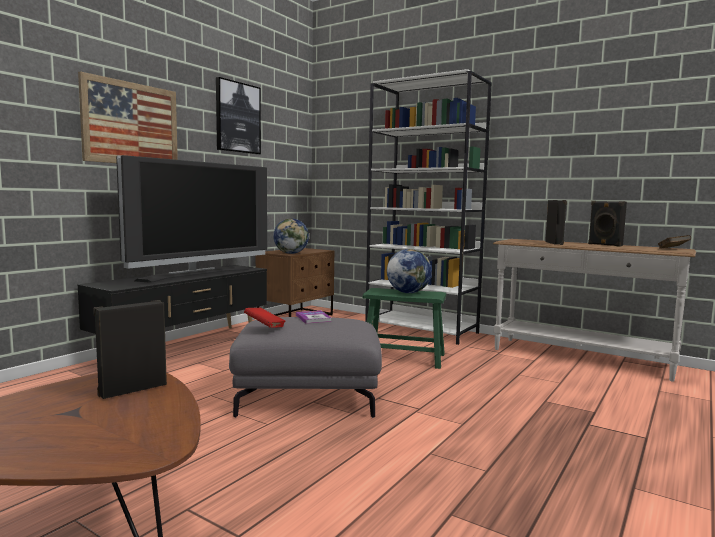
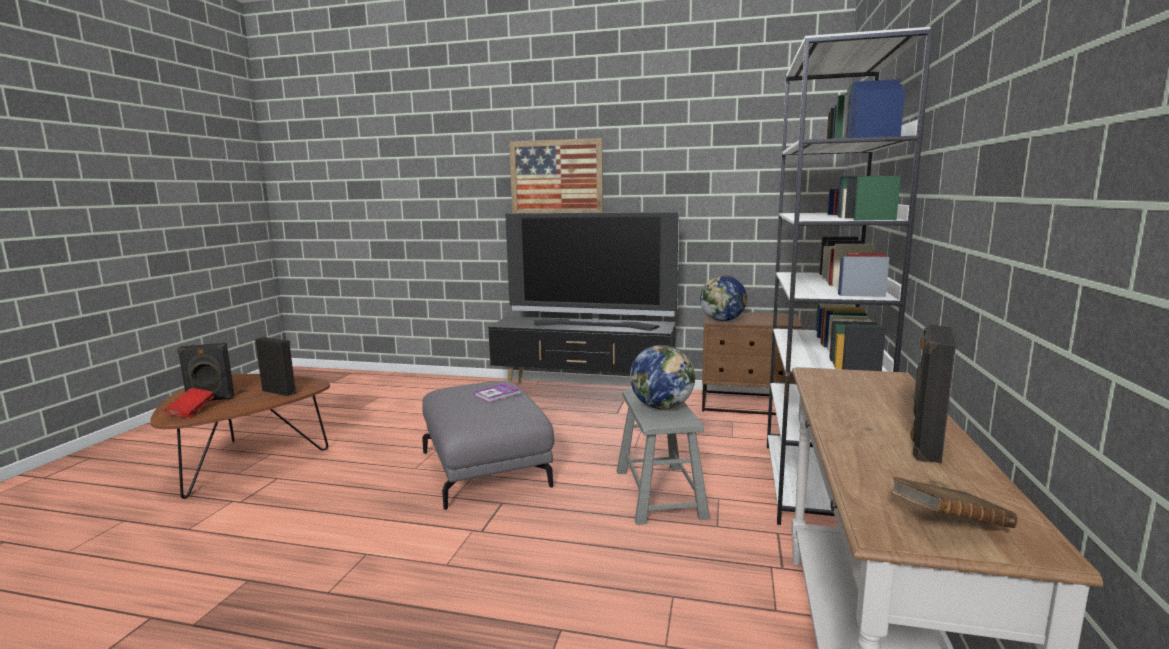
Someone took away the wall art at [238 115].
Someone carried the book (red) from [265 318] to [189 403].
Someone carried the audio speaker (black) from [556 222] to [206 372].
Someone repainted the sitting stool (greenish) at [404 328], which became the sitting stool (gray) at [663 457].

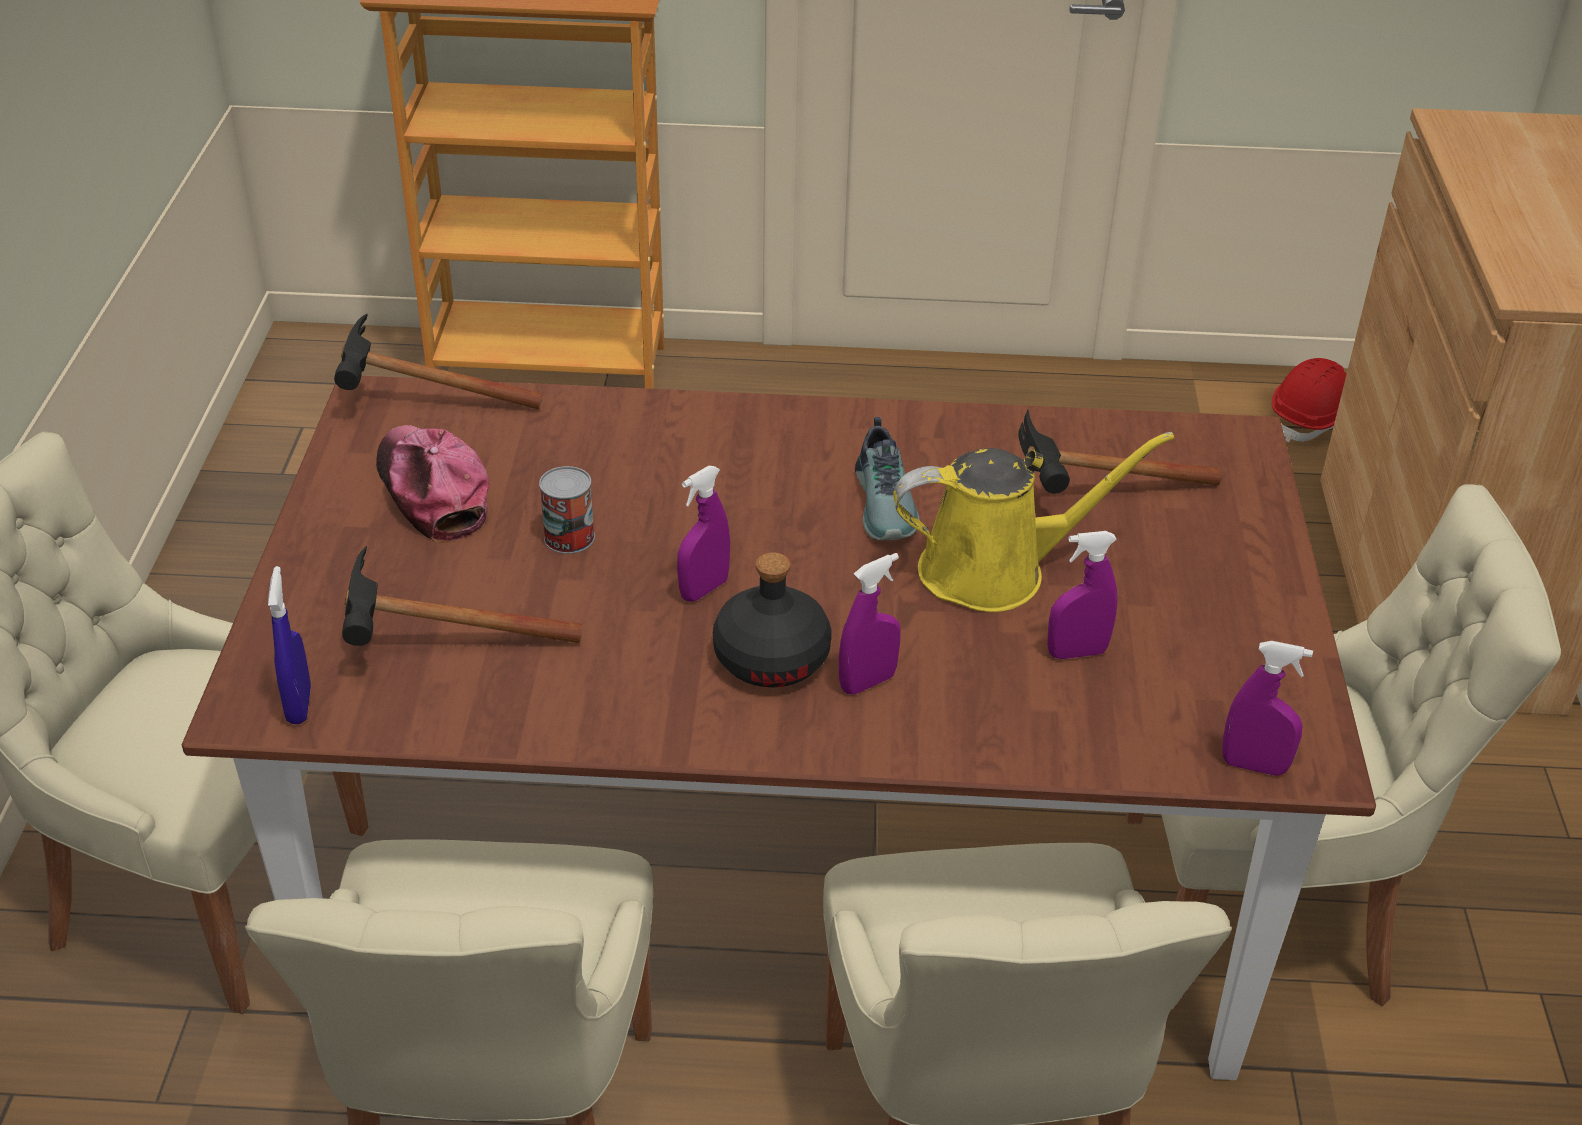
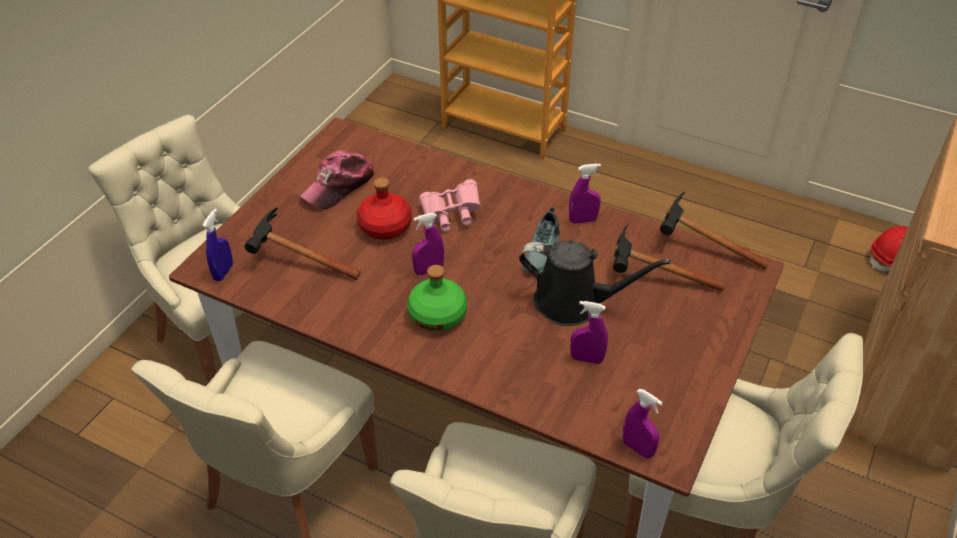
Someone put down the field glasses (pinkish) at [450 205].
Someone carried the hand hammer from [438 361] to [715 230].
Someone carried the sprayer (purple) from [870 623] to [585 193].
Someone swapped the can at [567 510] for the beverage bottle (red) at [384 208].
Someone repainted the beverage bottle (black) at [772 619], which became the beverage bottle (greenish) at [437 298].
Someone repainted the watering can (yellow) at [1034 522], which became the watering can (black) at [595 283].
Someone rotated the peaked cap at [432 484] by 135 degrees counterclockwise.

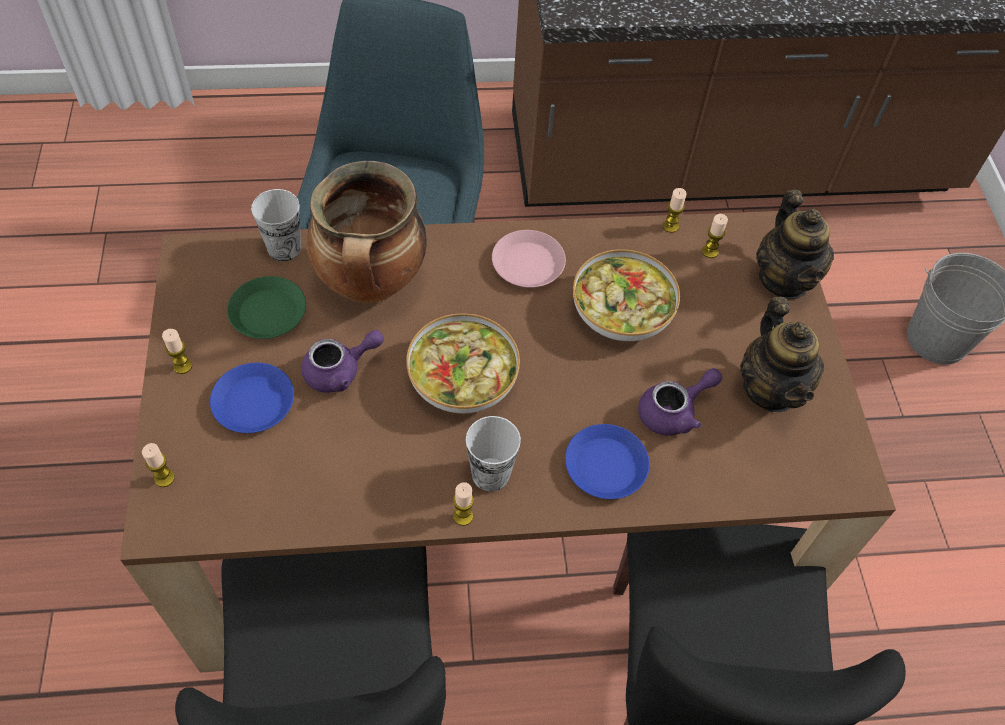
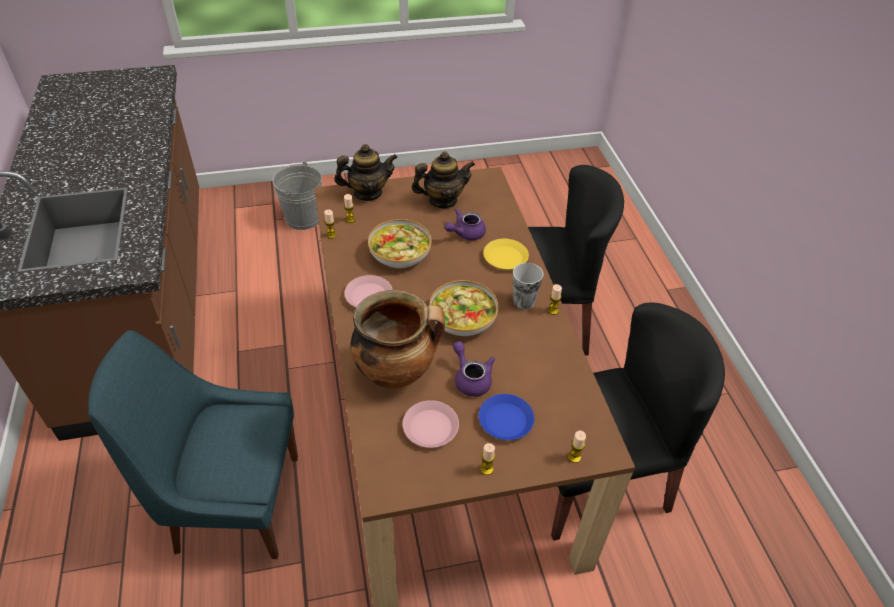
Someone took away the cup at [276 225].
Someone repainted the plate (greenish) at [266 307], which became the plate (pinkish) at [431 424].
Someone repainted the plate (bluish) at [607 461], which became the plate (yellow) at [506 254].
Someone rotated the teapot (purple) at [680 402] by 90 degrees counterclockwise.

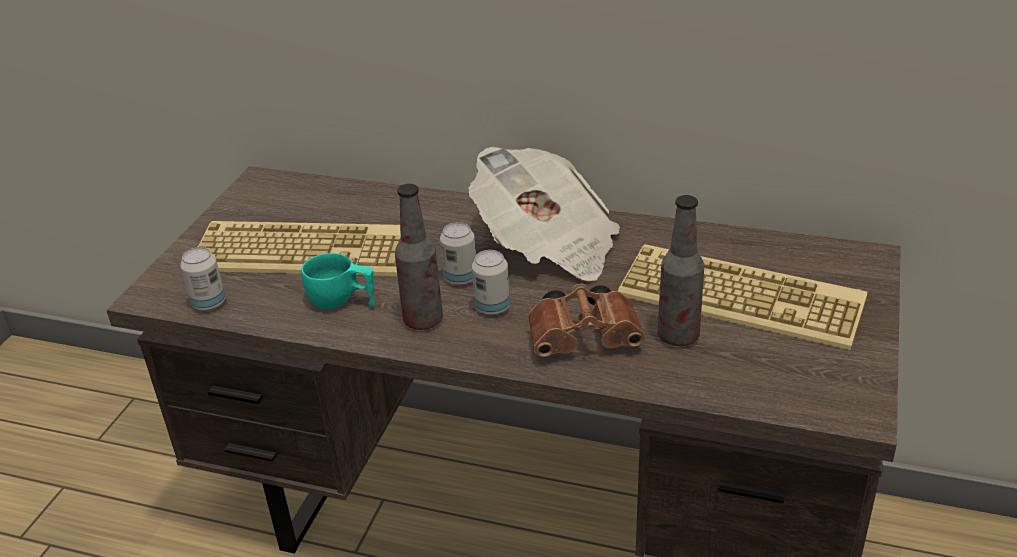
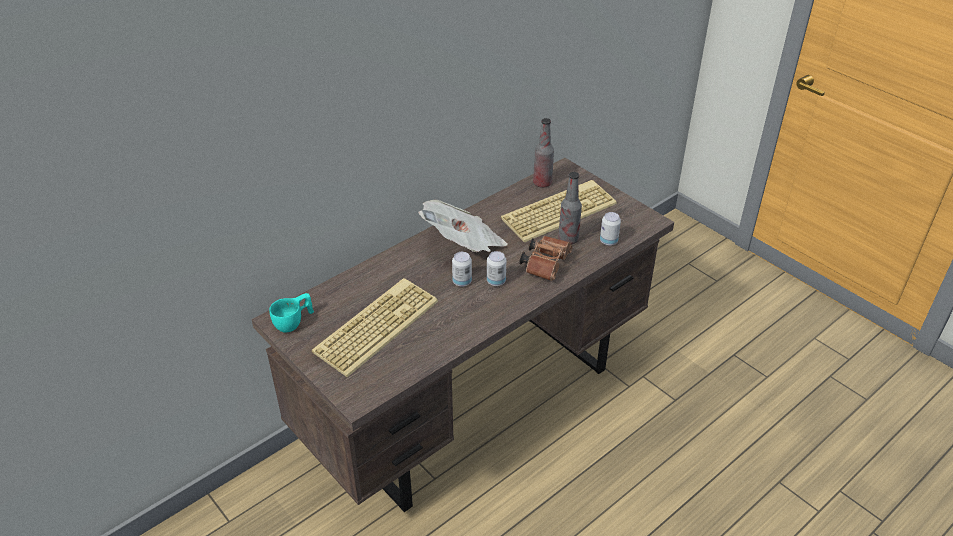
Someone carried the can from [202 279] to [610 229].
Someone carried the cup (turquoise-coloured) from [338 281] to [291 313].
Someone carried the beverage bottle from [419 257] to [543 153].

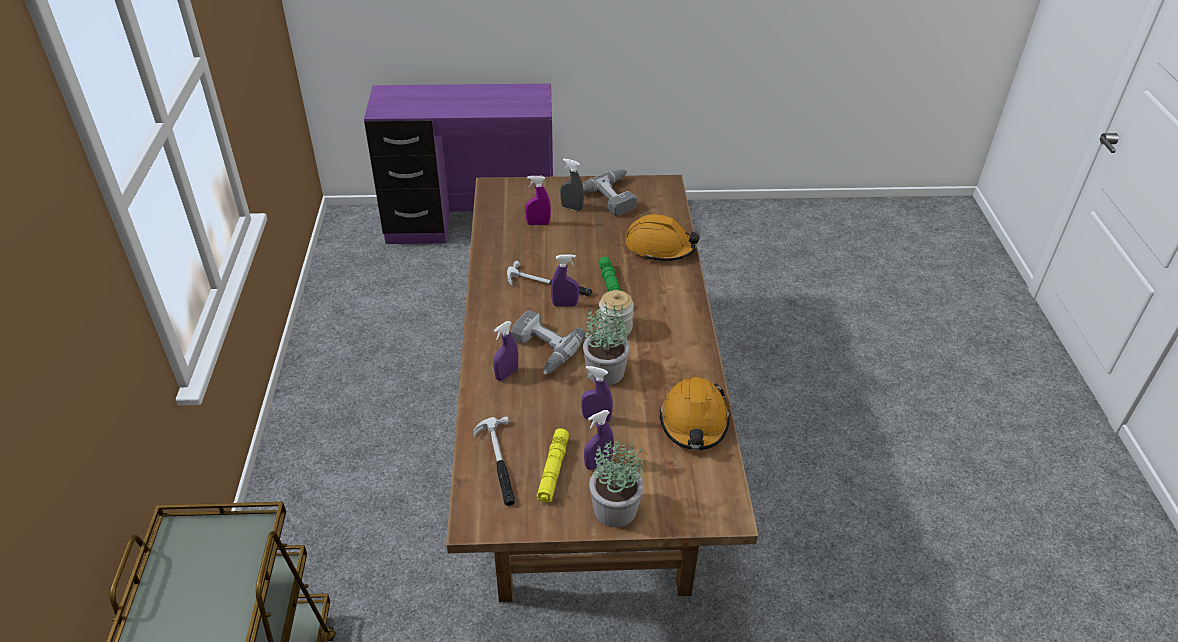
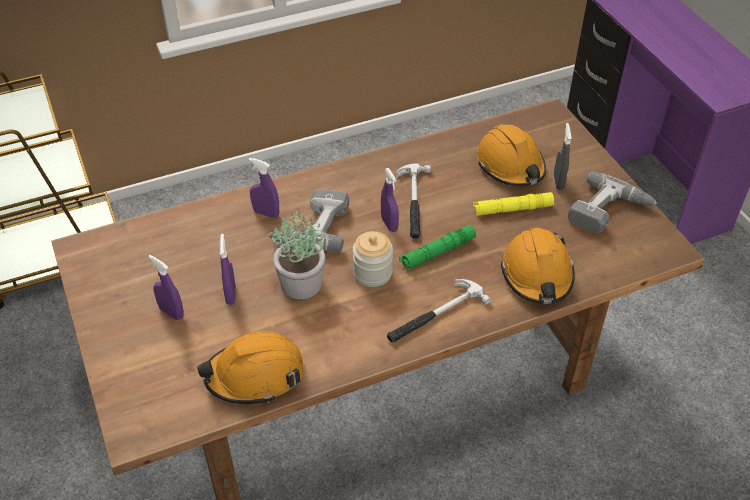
Someone took away the potted plant at [616 483].
Someone carried the hand hammer from [494 461] to [439 311].
Someone carried the hand torch (yellow) from [552 465] to [513 203].
Someone swapped the sprayer (purple) at [538 201] for the hard hat (orangey) at [511 155].

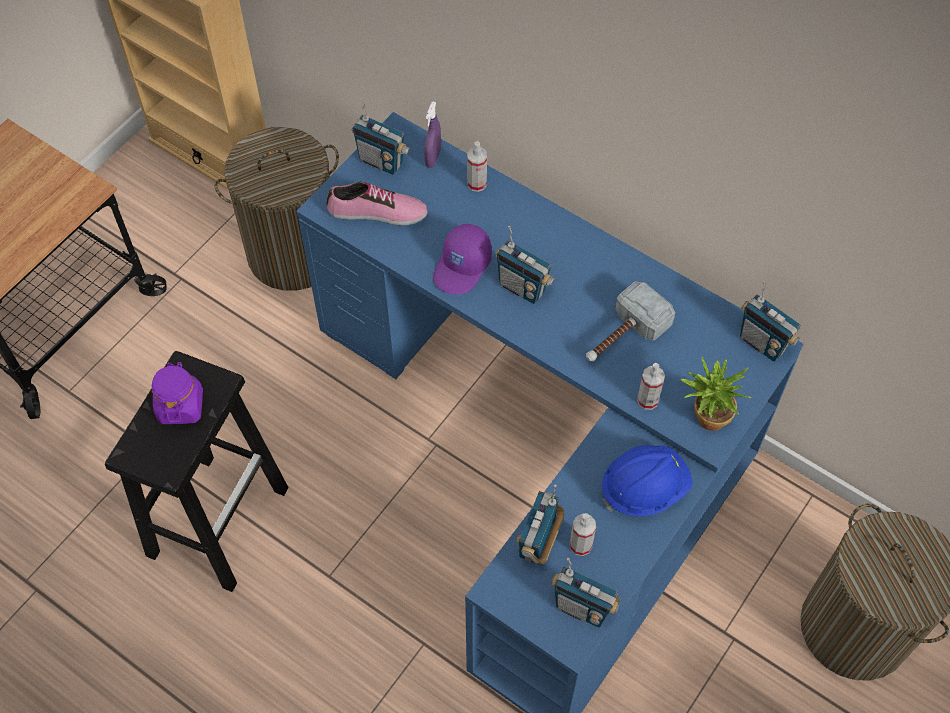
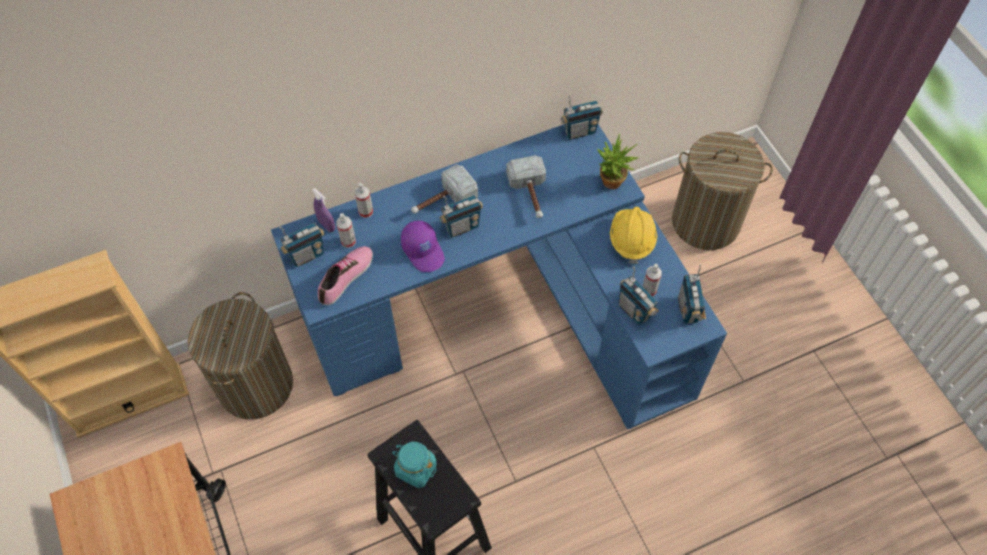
Someone put down the hand hammer at [444 189].
Someone carried the sprayer from [651 386] to [346 230].
Someone repainted the jar (purple) at [177 393], which became the jar (turquoise-coloured) at [414 465].
Someone repainted the hard hat (bluish) at [647 480], which became the hard hat (yellow) at [633 235].
Someone rotated the radio at [585 592] by 120 degrees clockwise.

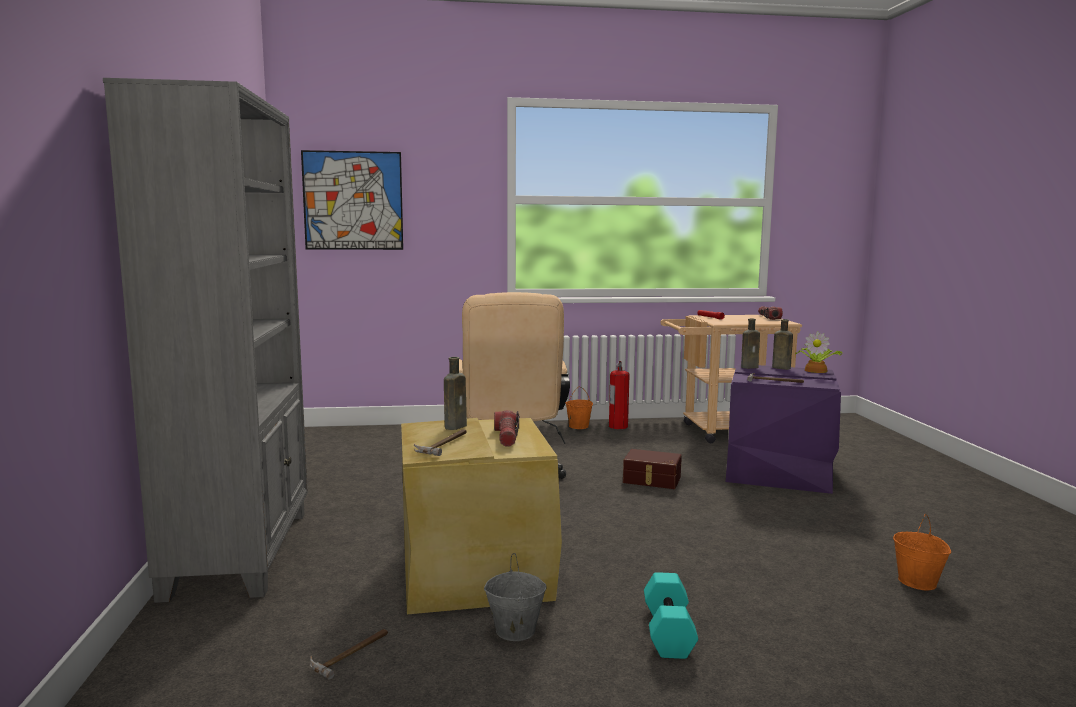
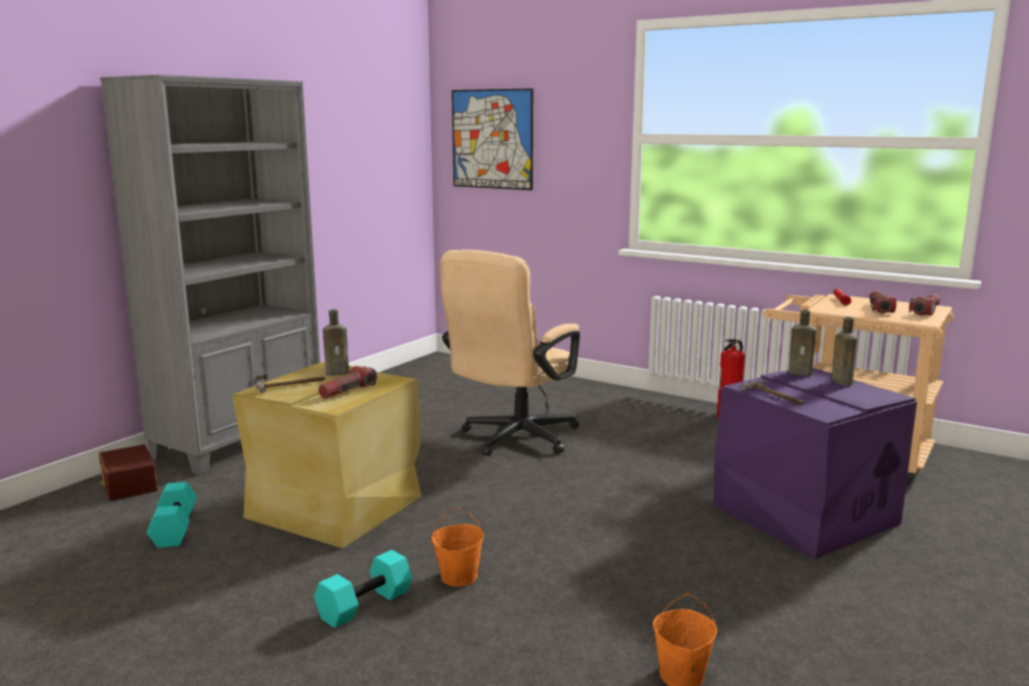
Someone took away the water bucket (gray) at [515 597].
Someone took away the potted plant at [819 352].
Someone put down the hand torch at [883 302].
Someone carried the water bucket (orangey) from [579 408] to [458 547].
Someone carried the storage container (brownish) from [652 469] to [128 472].
Someone swapped the hand hammer at [349 654] for the dumbbell (turquoise-coloured) at [172 515].

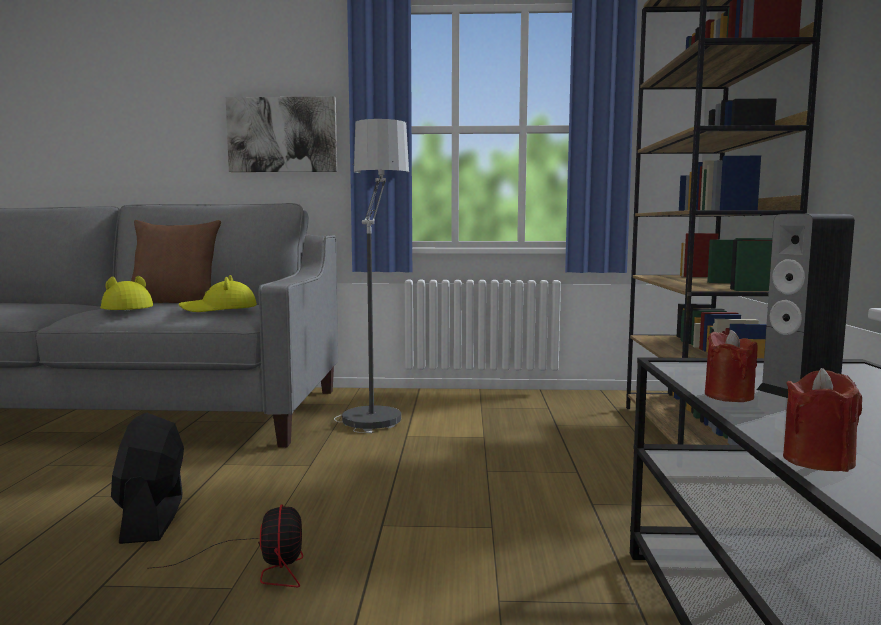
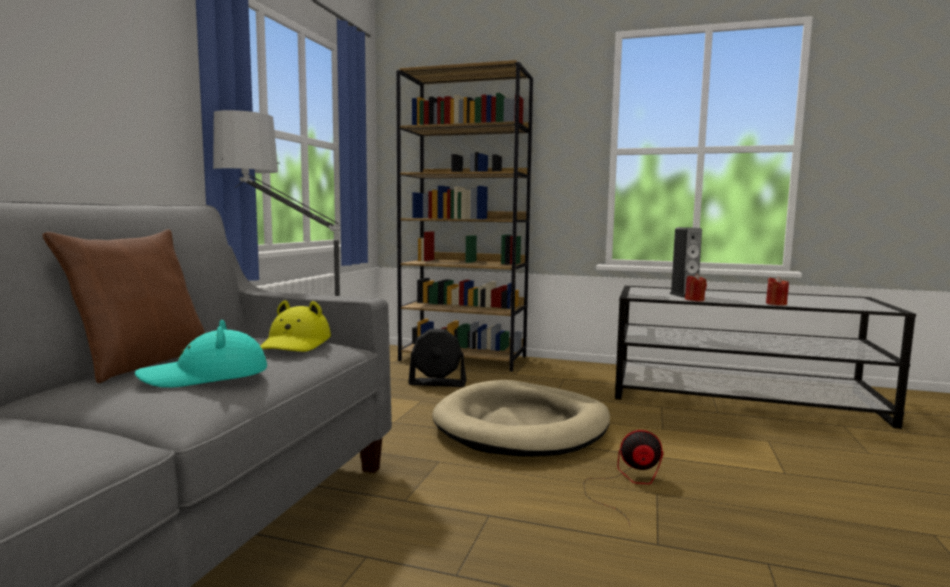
Someone took away the wall art at [281 134].
Someone put down the dog cushion (beige) at [521 418].
Someone carried the fan (black) from [147 478] to [437 358].
Someone repainted the hat (yellow) at [126 293], which became the hat (turquoise-coloured) at [201 354].

